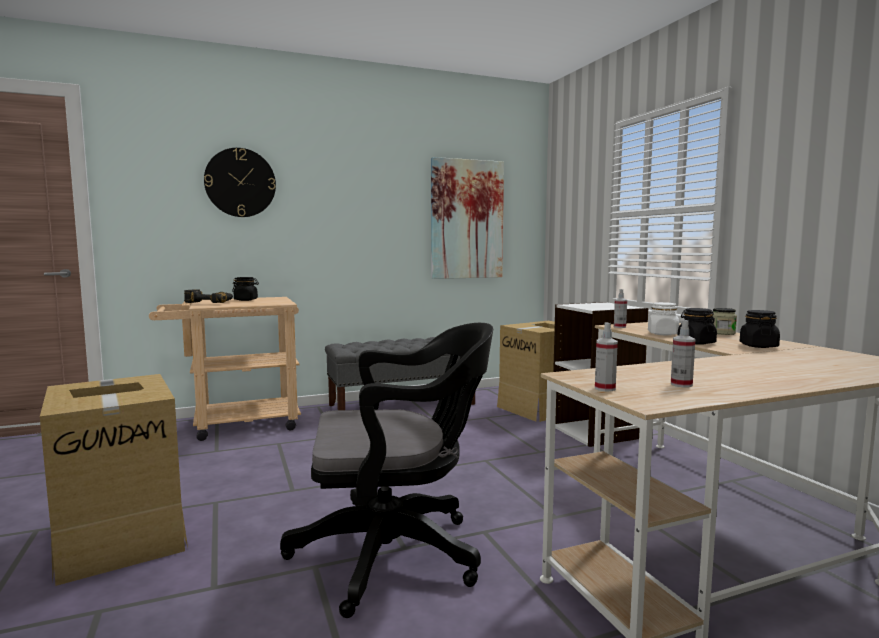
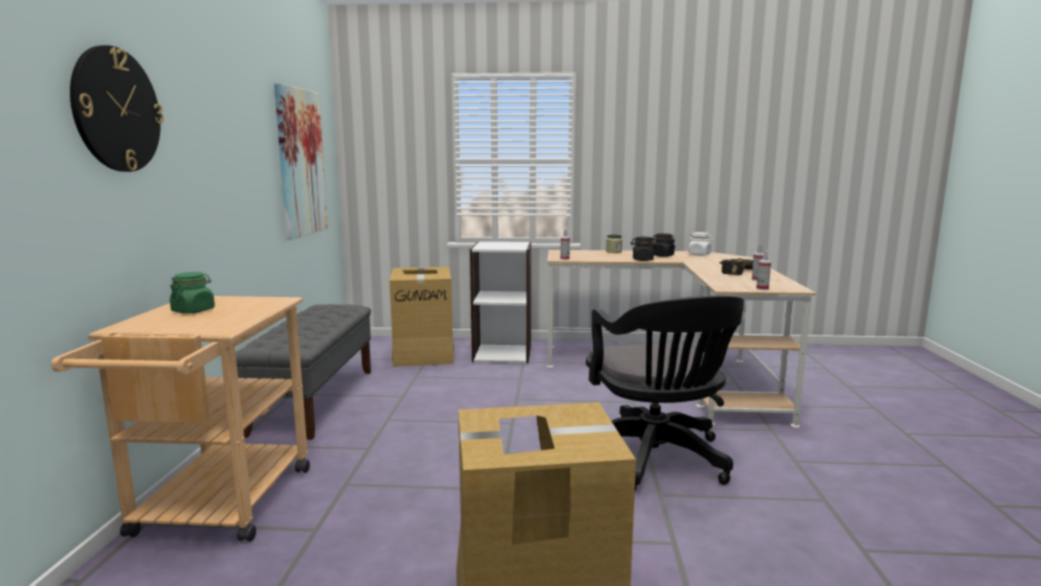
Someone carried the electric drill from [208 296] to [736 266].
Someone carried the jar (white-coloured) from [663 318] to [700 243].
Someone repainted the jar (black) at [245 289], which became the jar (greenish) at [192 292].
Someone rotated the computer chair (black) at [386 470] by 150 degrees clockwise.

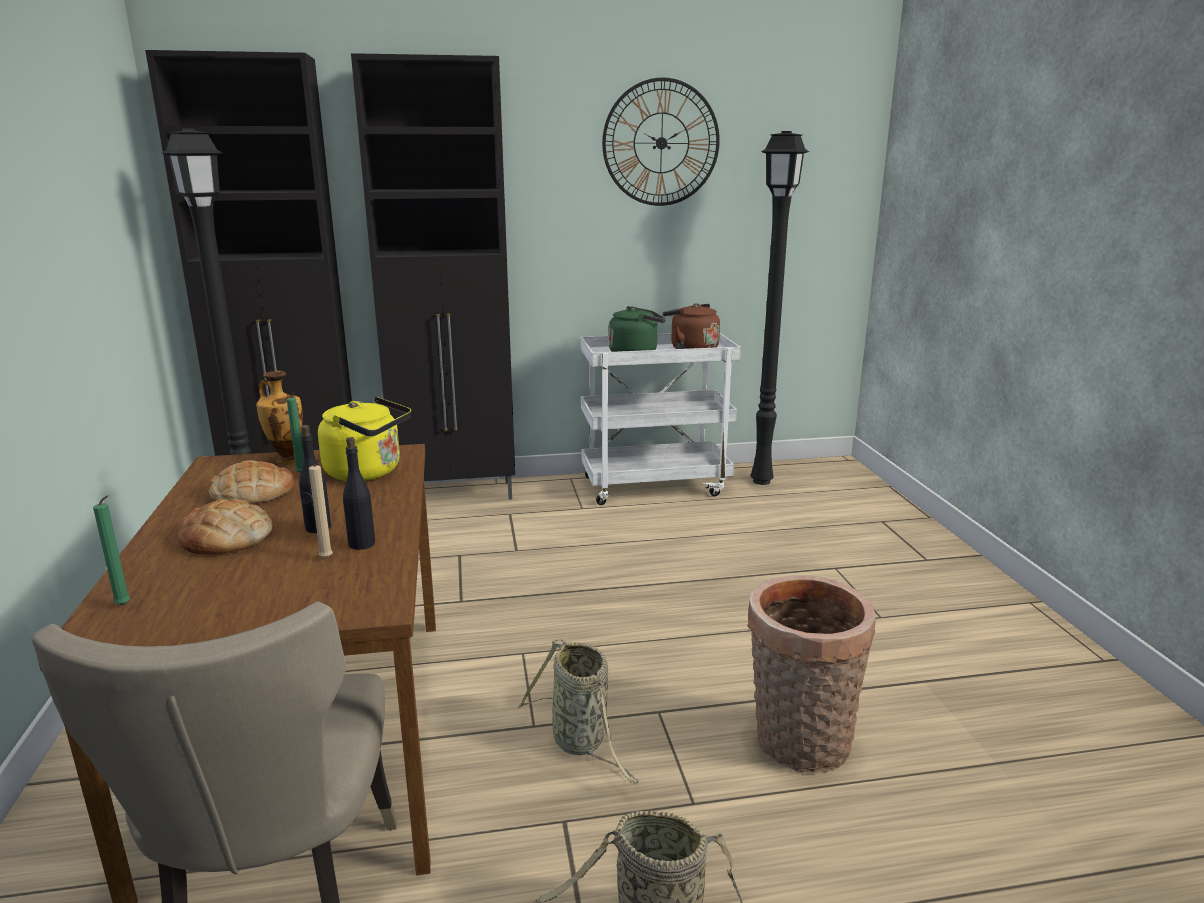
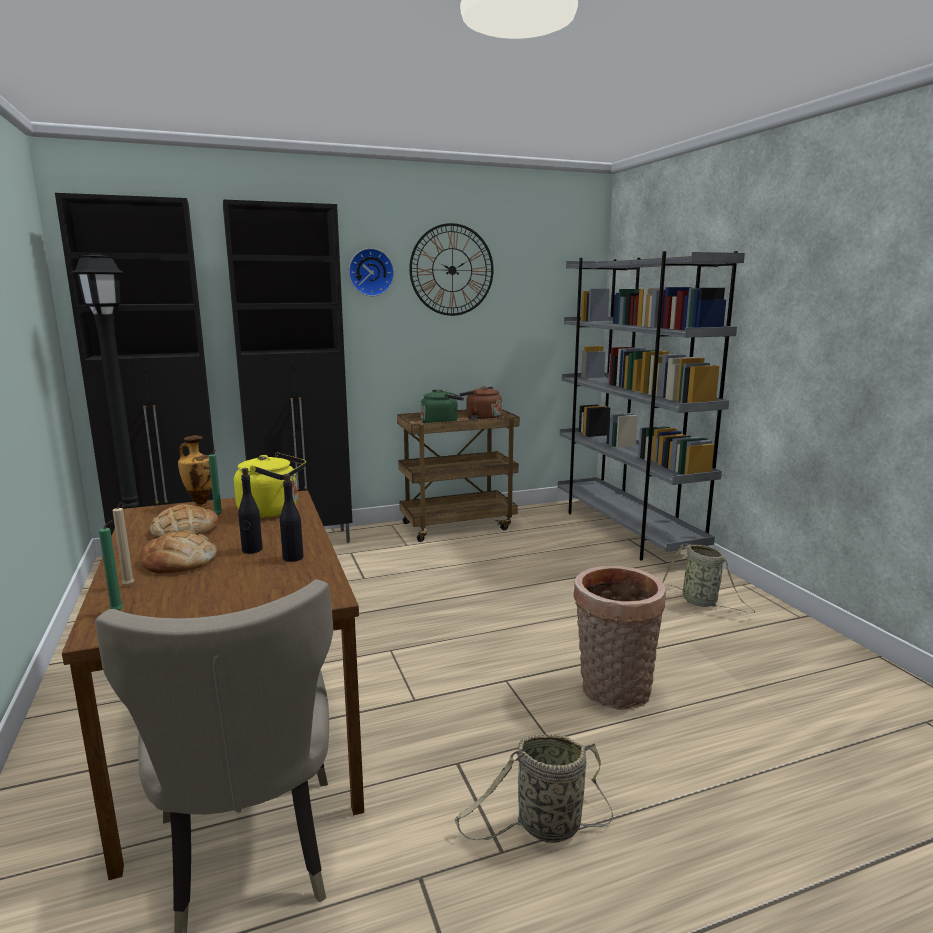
Someone took away the standard lamp (black) at [780 308].
Someone put up the wall clock at [371 272].
Someone put down the bookcase (gray) at [651 405].
Someone carried the wax candle (beige) from [321 509] to [123 544].
Someone carried the storage basket from [578 712] to [708 578].
Someone repainted the wheeled cart (white-coloured) at [660 419], which became the wheeled cart (brownish) at [458 475].

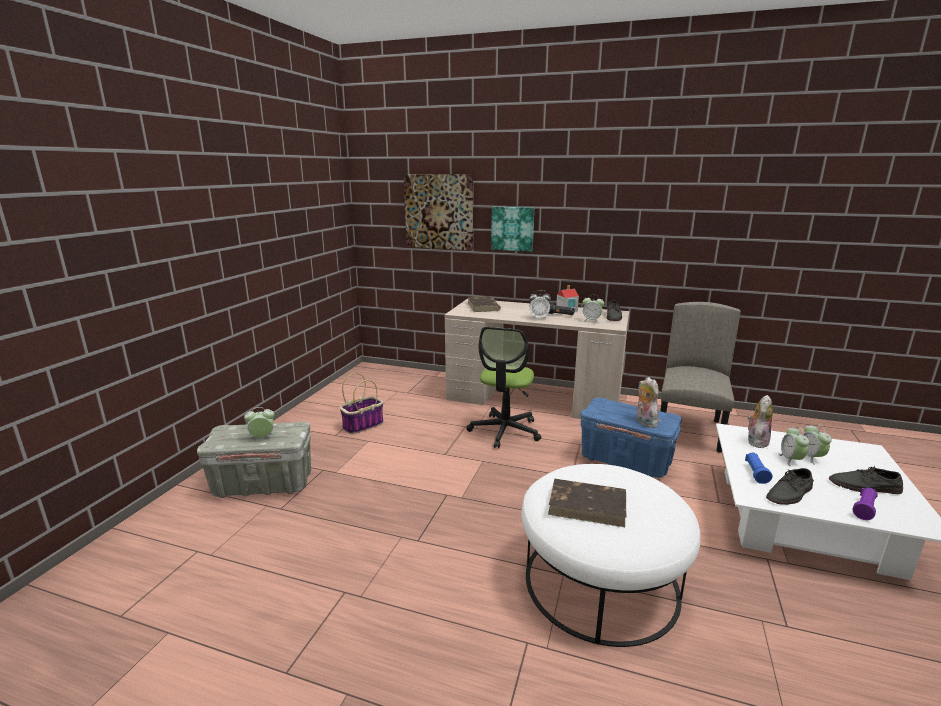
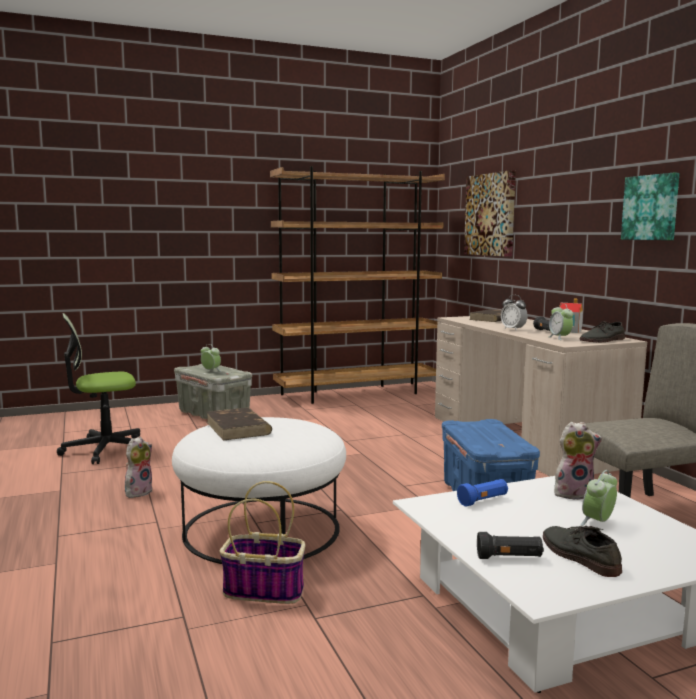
Someone took away the shoe (gray) at [790 486].
Someone took away the bedside clock at [793 446].
Someone put down the bookcase (brownish) at [357 285].
Someone carried the storage basket from [362 403] to [262 542].
Someone carried the computer chair from [503 387] to [101 388].
Someone carried the wall art from [512 229] to [650 206].
Someone carried the soft toy from [648 402] to [139 467].
Someone repainted the hand torch (purple) at [865 503], which became the hand torch (black) at [510 545].

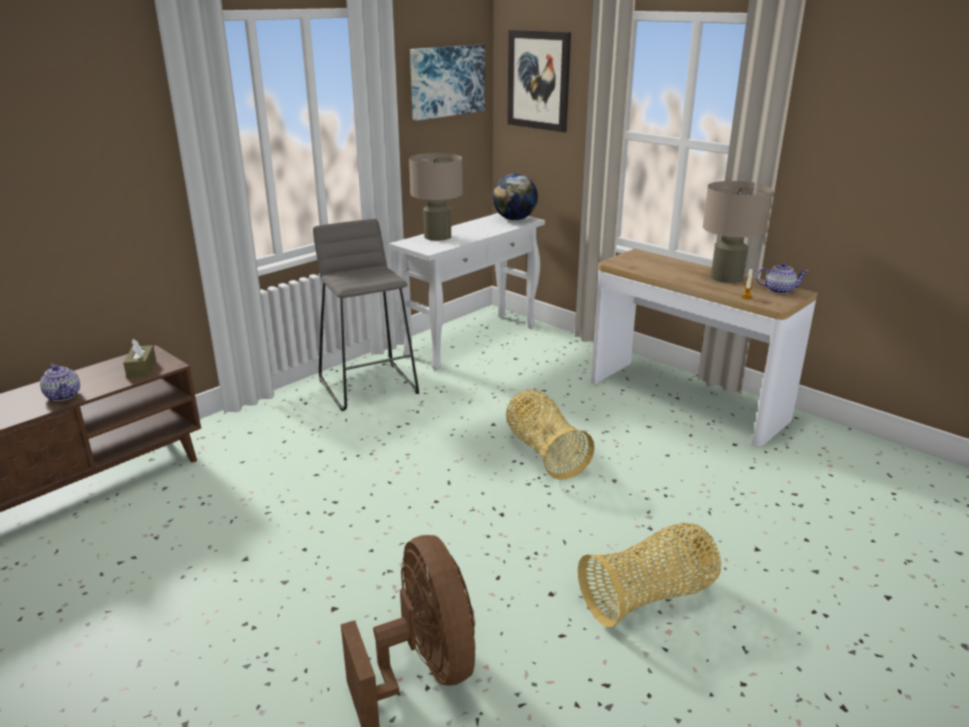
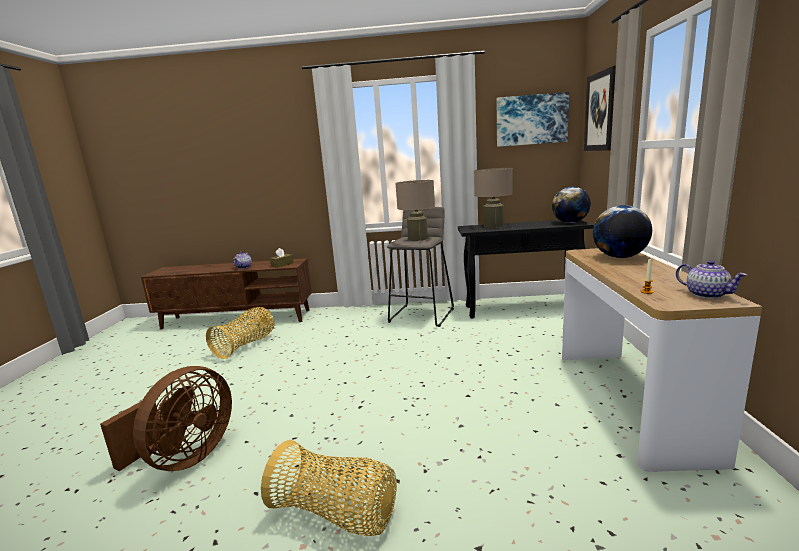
Someone put down the globe at [622 231].
Someone carried the storage basket from [550 435] to [240 333].
Someone carried the table lamp (beige) from [738 232] to [415 210].
Someone repainted the console table (white-coloured) at [467 291], which became the console table (black) at [526 269].

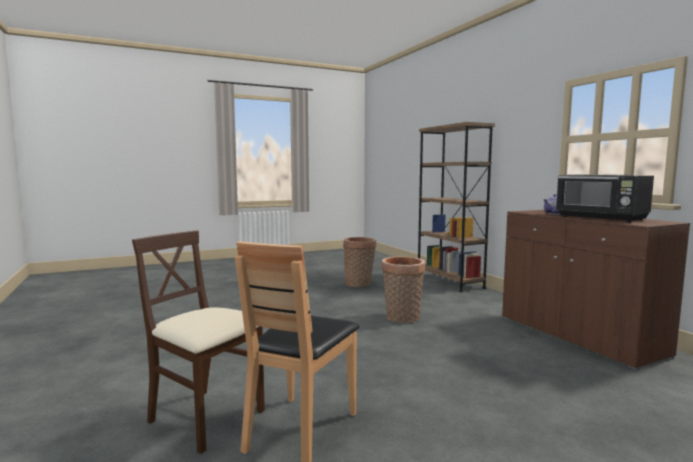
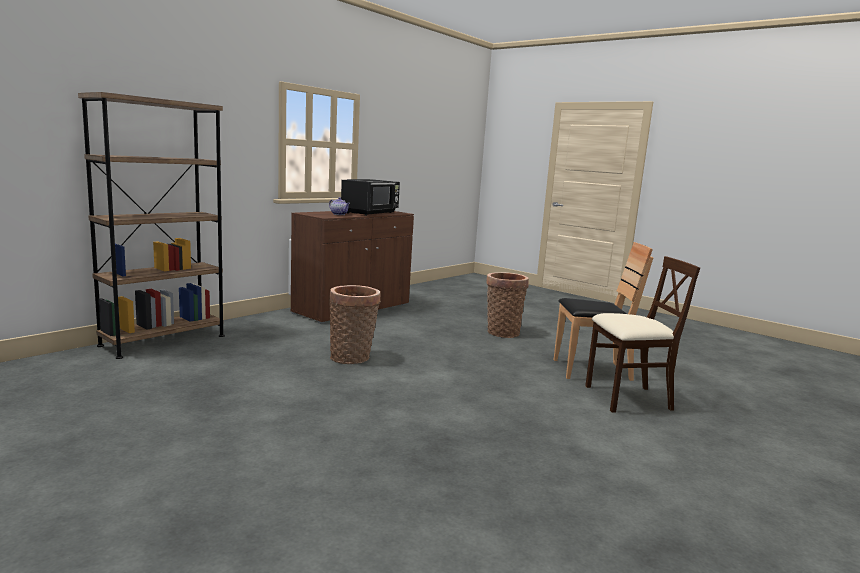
Someone carried the storage basket from [359 262] to [507 305].
Someone rotated the chair (beige) at [198 342] by 105 degrees counterclockwise.

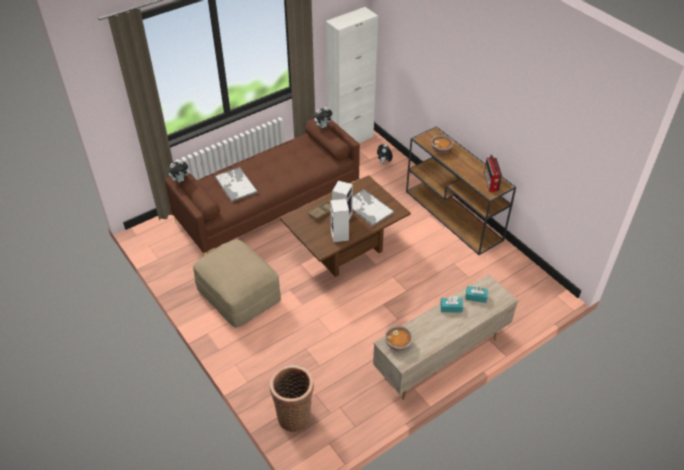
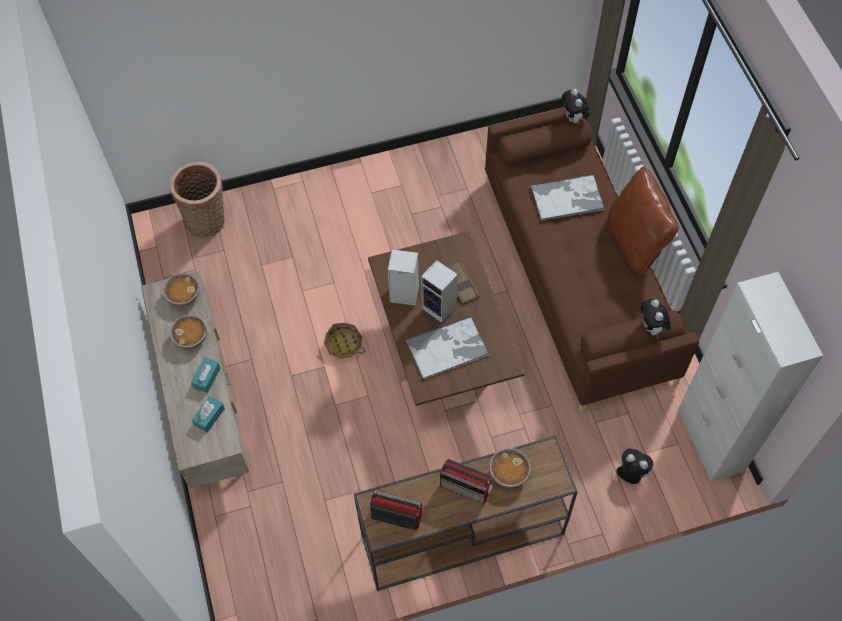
Someone took away the footrest (beige) at [237 283].
Someone put down the serving bowl at [188 332].
Someone put down the storage basket at [344 341].
Someone put down the radio at [466 482].
Someone put down the cushion (brownish) at [643 221].

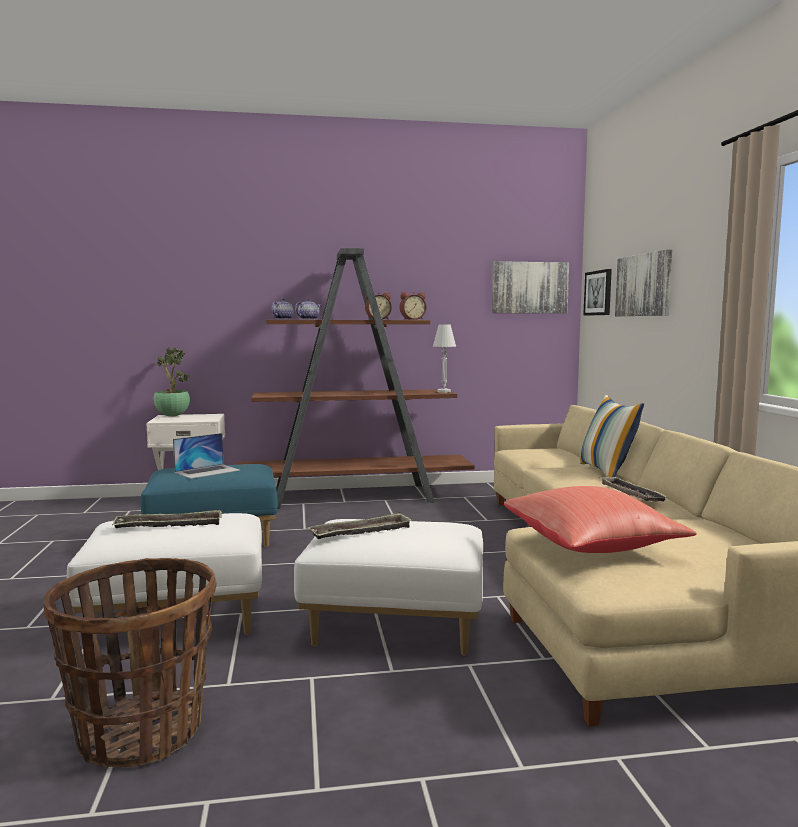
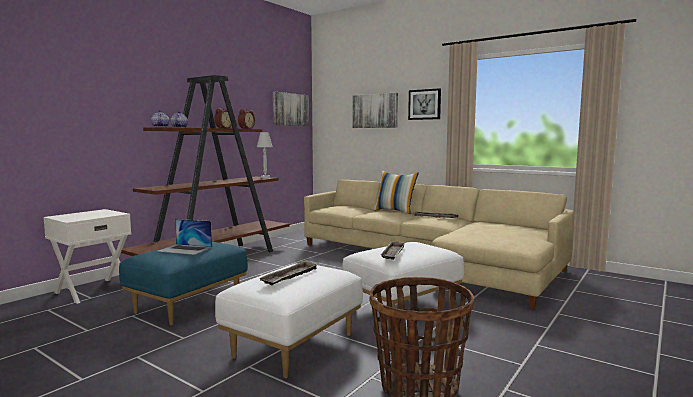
Someone took away the potted plant at [172 382].
Someone took away the cushion (red) at [600 519].
Someone carried the wall art from [597 292] to [424 104].
Someone rotated the laptop at [206 456] by 105 degrees clockwise.

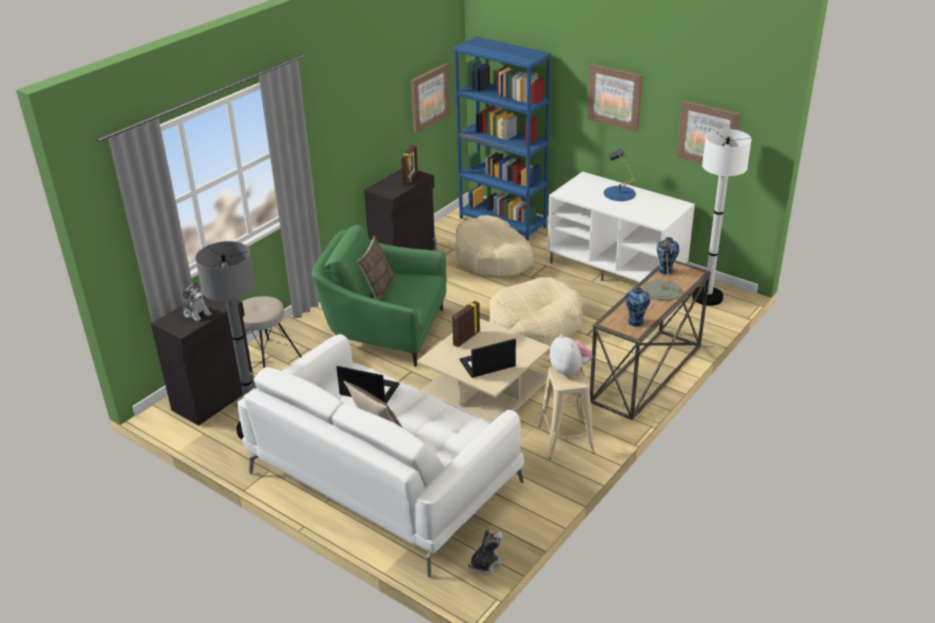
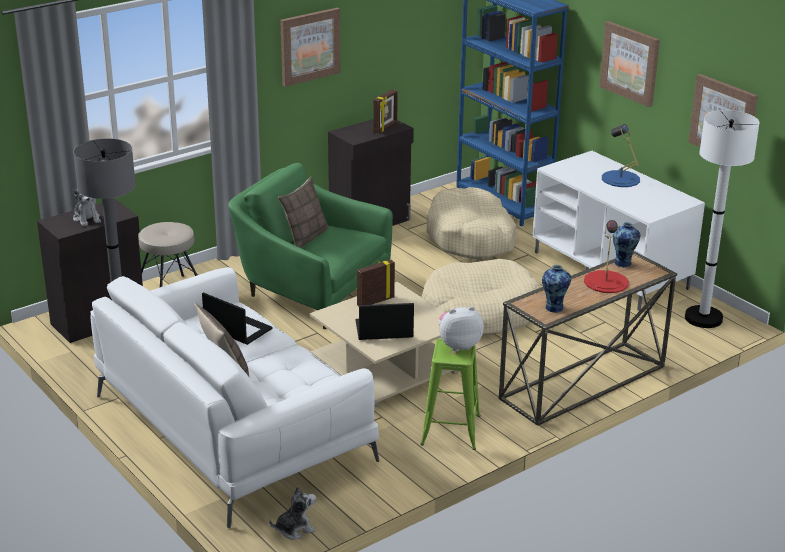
Someone carried the wall art from [430 98] to [310 47].
Someone repainted the sitting stool (beige) at [566 412], which became the sitting stool (greenish) at [451 394].
Someone repainted the table lamp (gray) at [662 270], which became the table lamp (red) at [606 256].
Someone rotated the soft toy at [571 355] by 90 degrees counterclockwise.

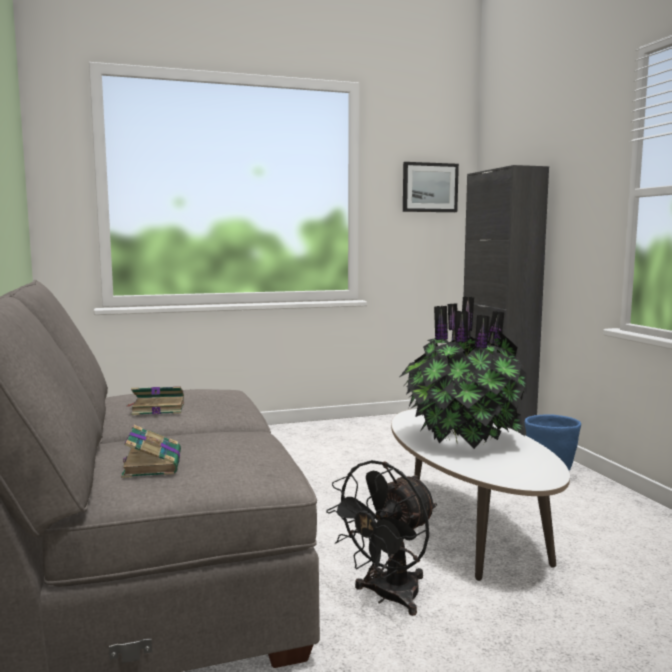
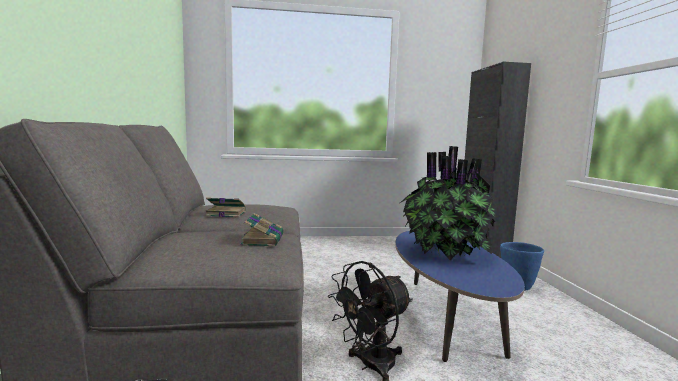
Someone took away the wall art at [431 187].
Someone carried the book from [151 451] to [262 230].
Someone repainted the coffee table (white-coloured) at [480 495], which became the coffee table (bluish) at [460 296].

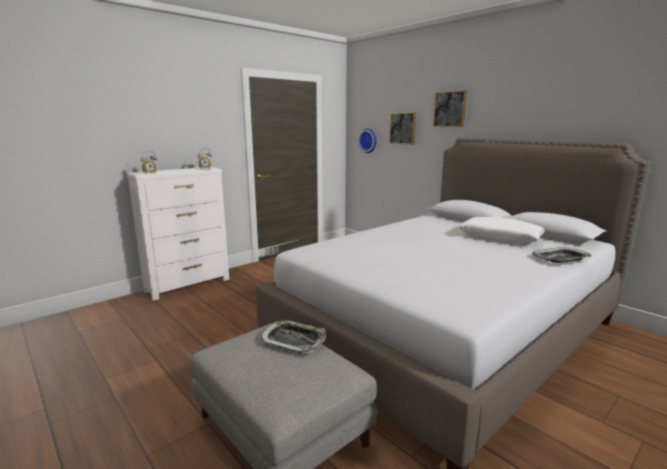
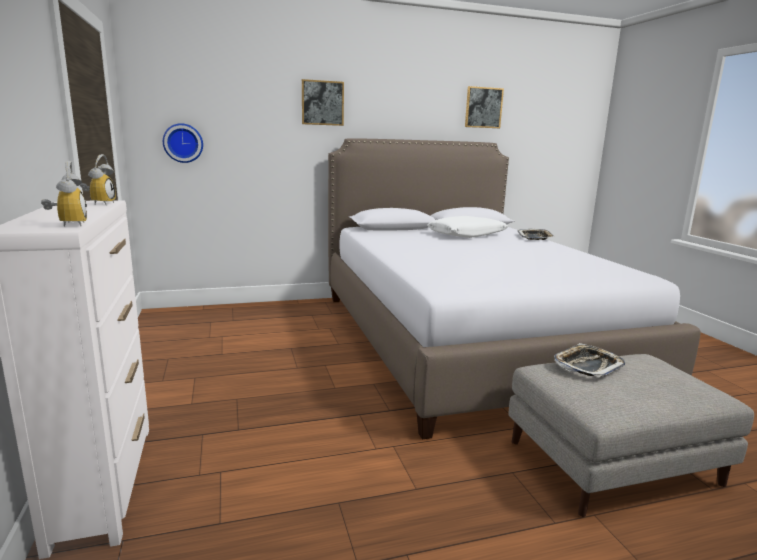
Someone carried the wall art from [402 128] to [484 107].

